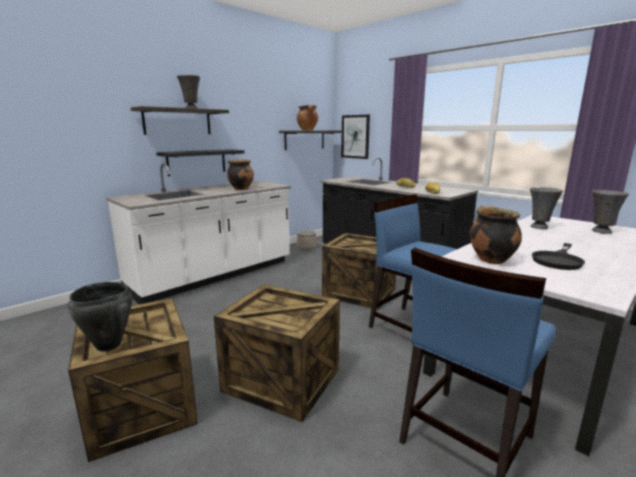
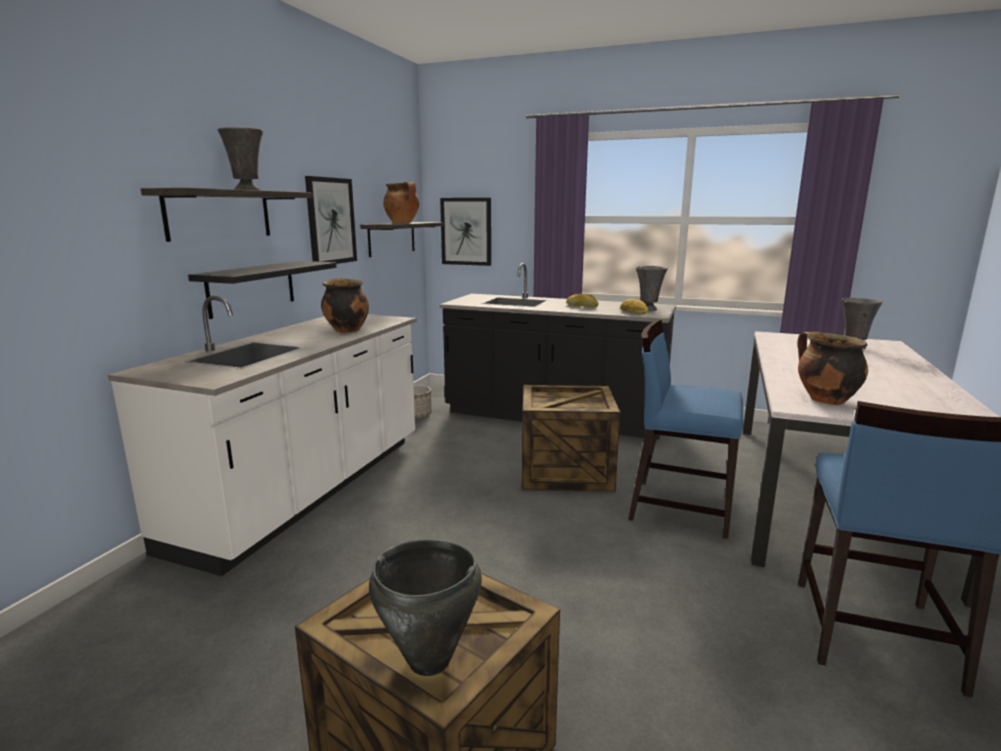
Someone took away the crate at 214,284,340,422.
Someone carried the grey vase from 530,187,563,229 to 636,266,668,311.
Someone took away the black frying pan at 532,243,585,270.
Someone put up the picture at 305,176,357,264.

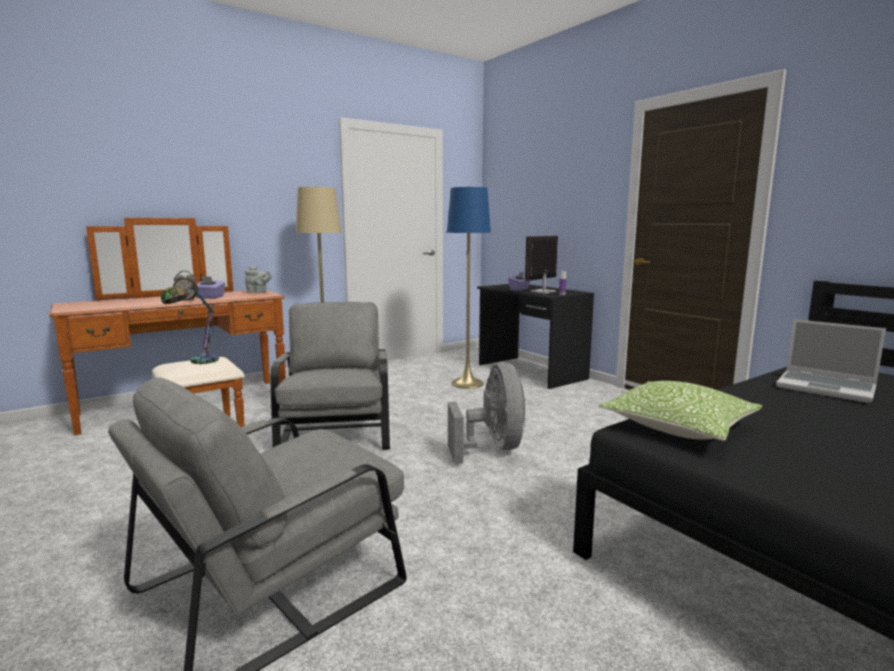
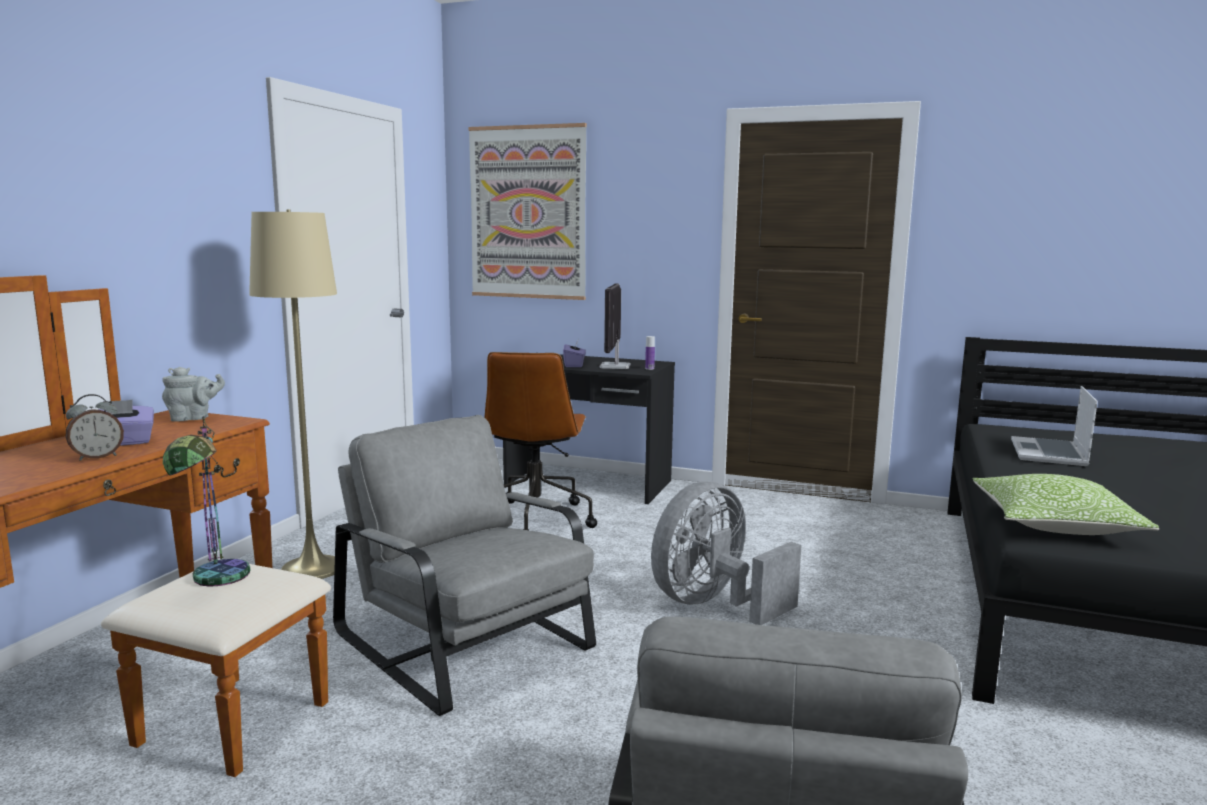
Someone swapped the blue floor lamp at 447,186,491,389 for the brown office chair at 484,352,597,530.
Someone rotated the grey fan at 448,362,526,464 by 90 degrees counterclockwise.
Someone rotated the laptop at 776,319,886,403 by 105 degrees clockwise.
Someone put up the picture at 468,123,587,300.

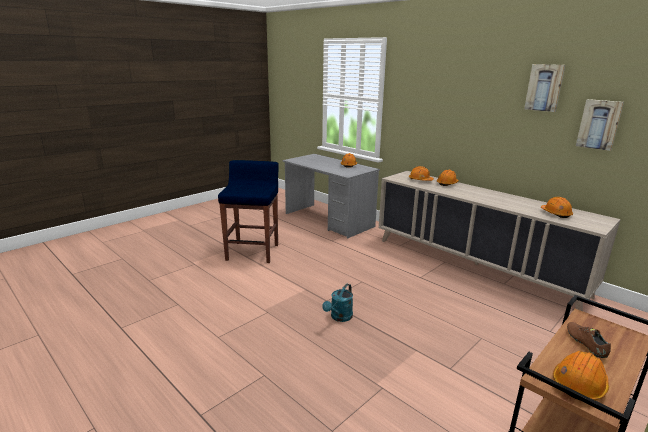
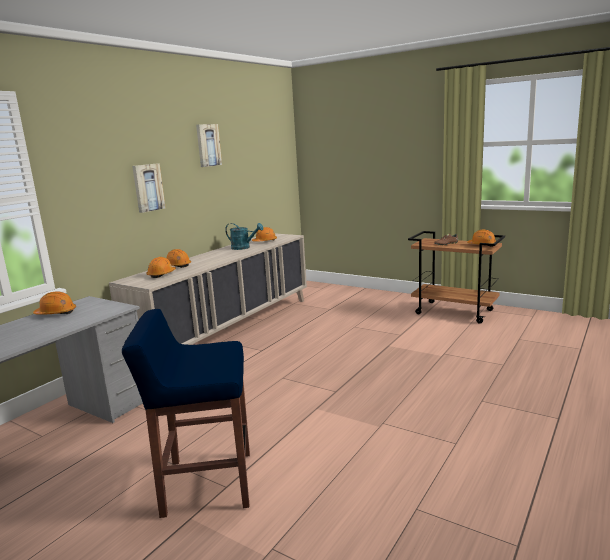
Someone carried the turquoise watering can from 322,284,353,322 to 225,223,263,250.
Someone carried the picture from 576,99,624,151 to 132,163,166,213.

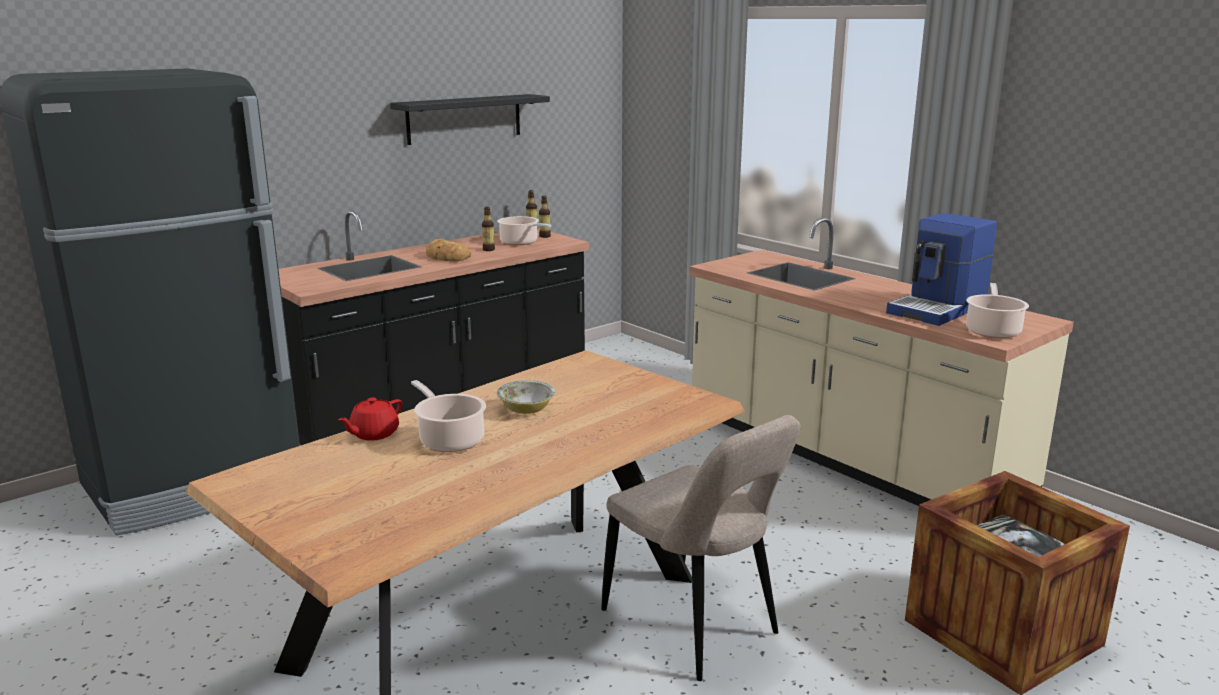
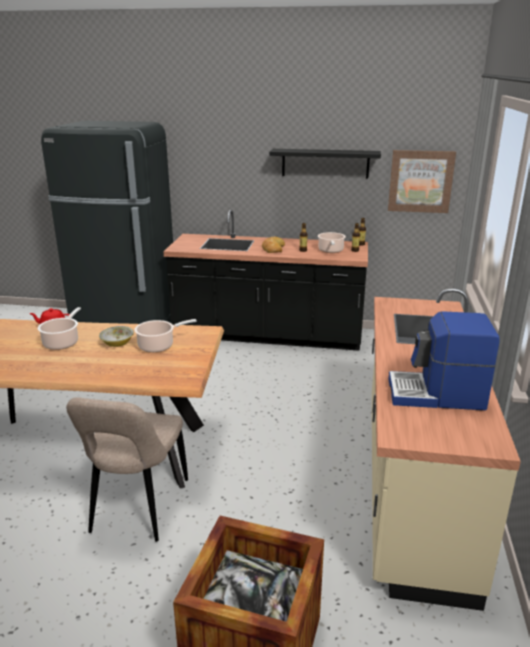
Someone carried the cooking pot from 966,283,1029,338 to 134,319,197,353.
Someone put up the picture at 388,150,456,213.

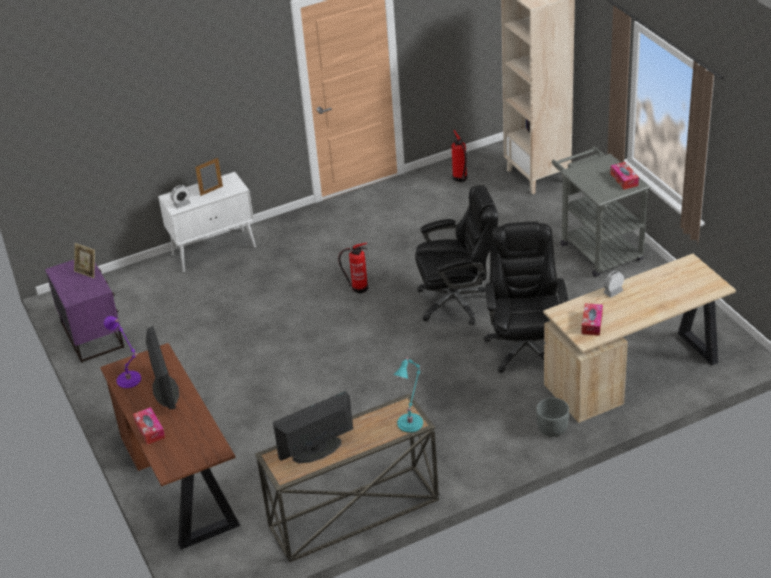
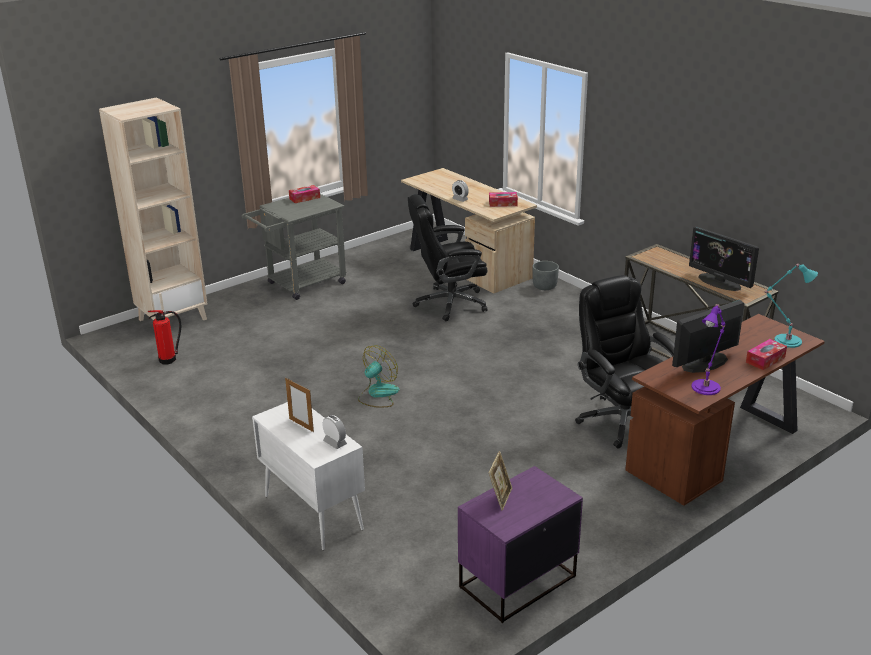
Someone swapped the fire extinguisher at 338,243,368,294 for the fan at 358,345,399,408.
Someone carried the turquoise table lamp from 394,356,423,433 to 764,264,818,348.
Someone carried the black office chair from 415,185,498,325 to 575,275,675,448.

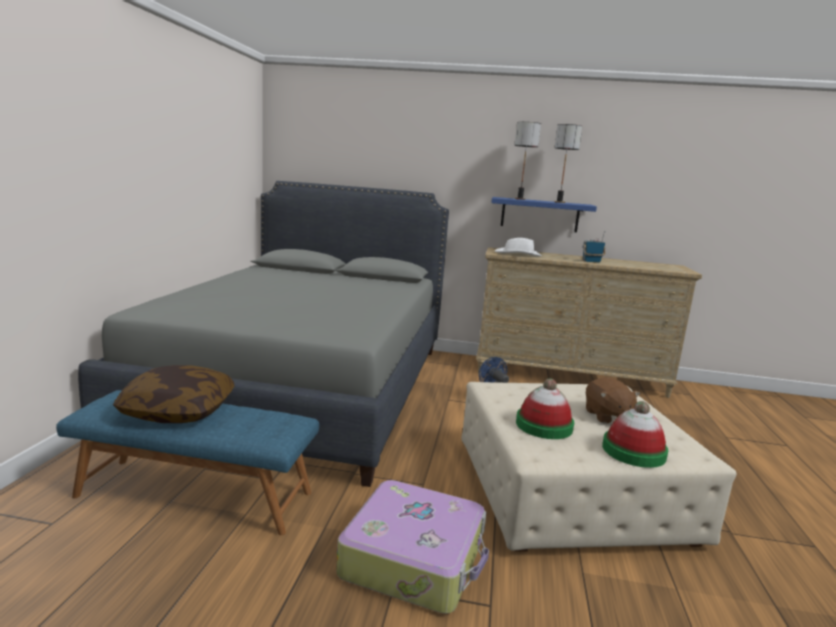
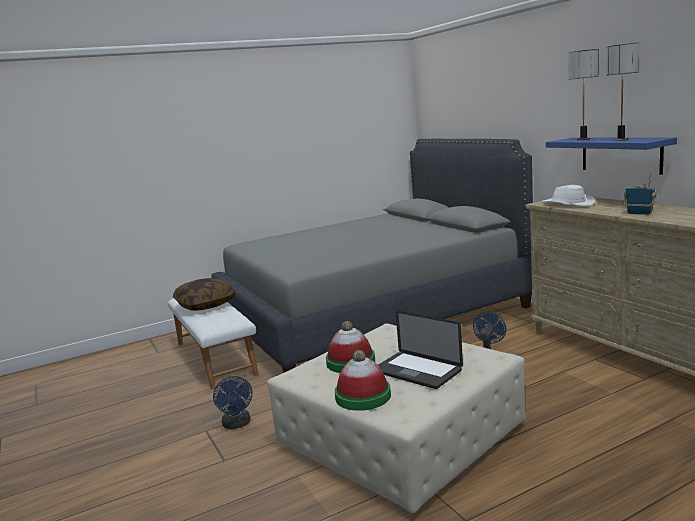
Someone repainted the blue bench at 56,390,319,535, which became the white bench at 168,299,259,389.
Someone swapped the suitcase at 337,480,489,614 for the blue fan at 213,376,253,429.
Someone swapped the brown plush toy at 586,377,641,424 for the laptop at 378,311,463,389.

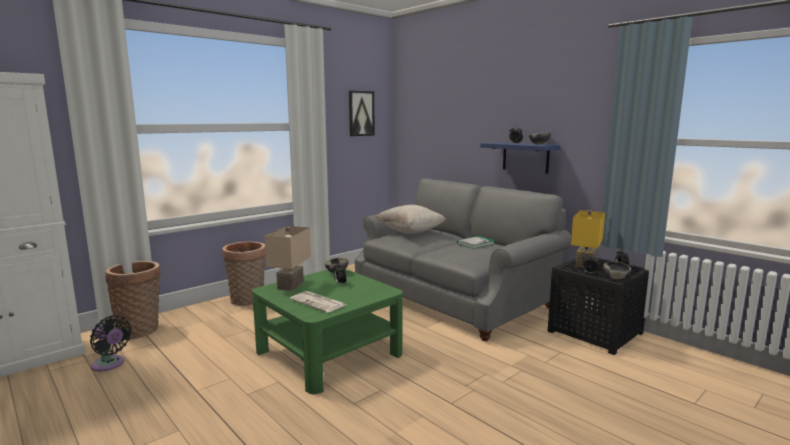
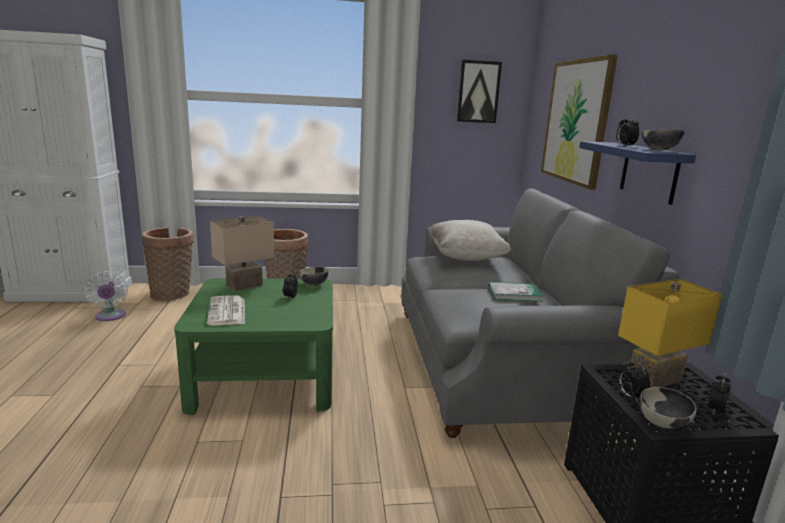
Someone repainted the black fan at 90,315,132,372, which became the white fan at 84,272,128,321.
Someone put up the picture at 541,54,618,190.

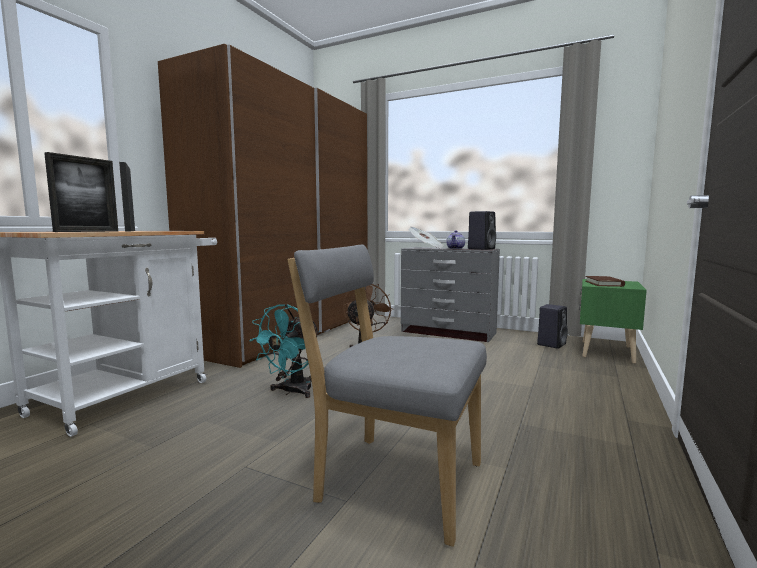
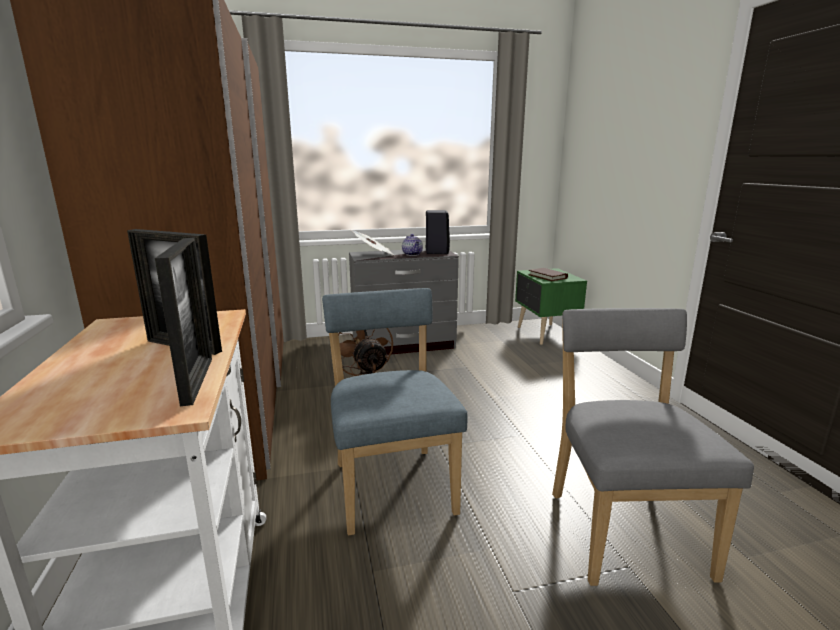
Someone swapped the turquoise fan at 249,304,320,398 for the blue chair at 322,288,467,536.
Someone rotated the grey chair at 288,245,487,547 by 105 degrees clockwise.
Someone took away the black speaker at 537,304,568,349.

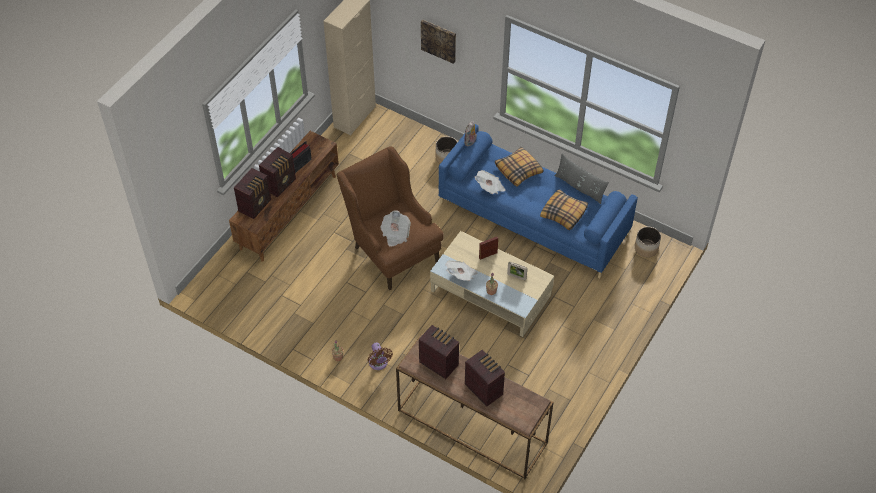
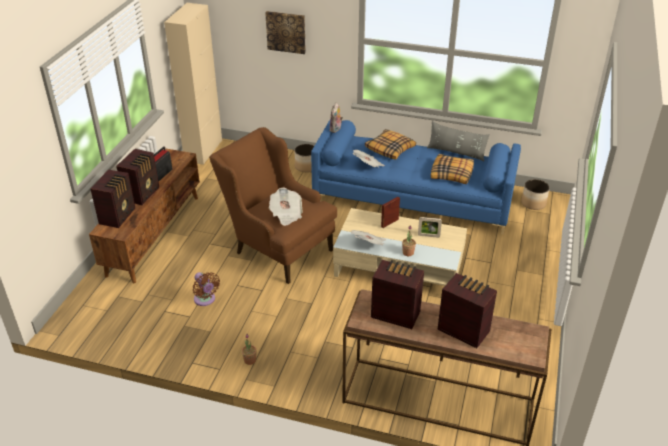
Someone carried the brown fan from 368,342,393,370 to 193,272,220,306.

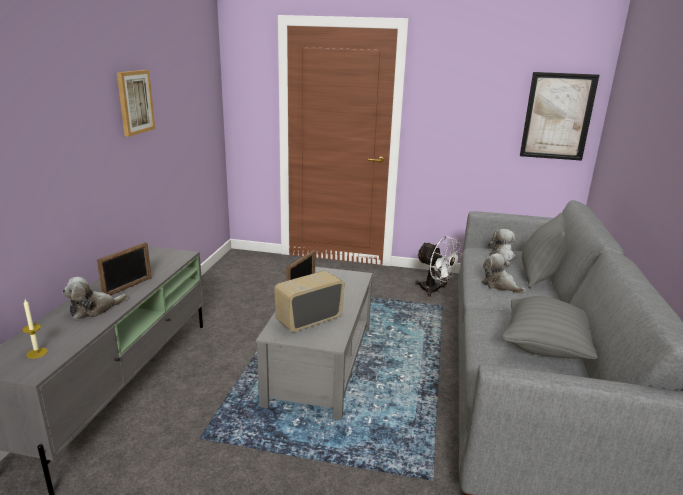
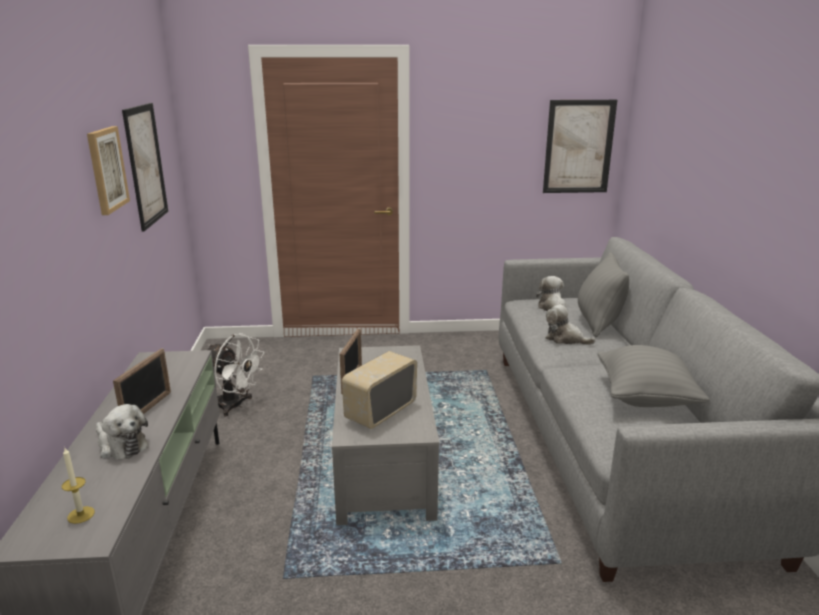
Someone rotated the plush toy at 62,277,128,320 by 90 degrees counterclockwise.
Someone carried the white fan from 415,237,462,297 to 207,333,265,417.
Someone put up the picture at 122,103,168,231.

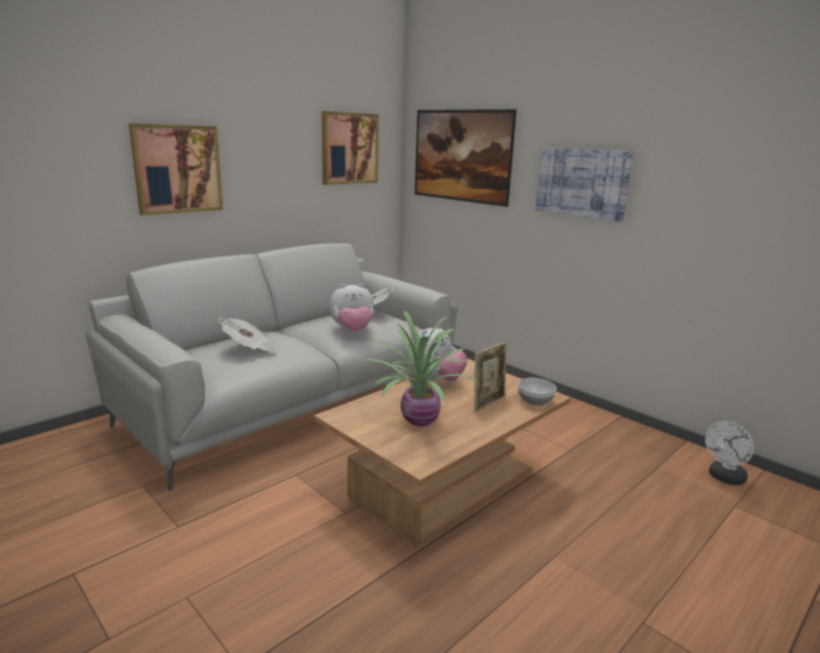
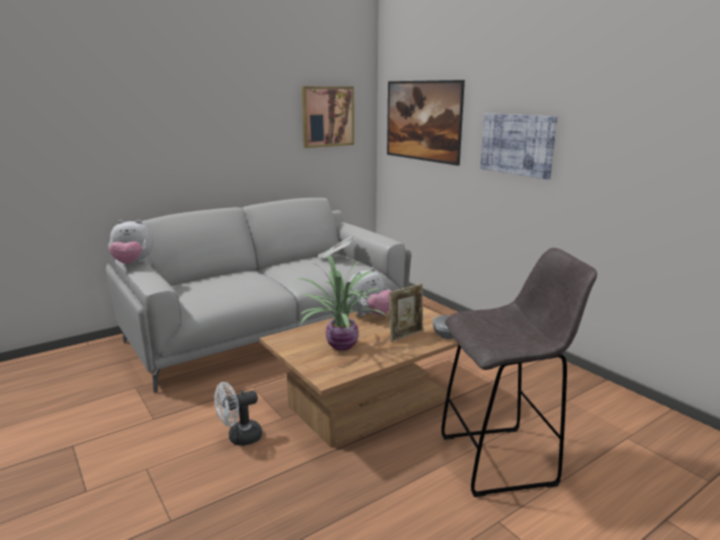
Someone took away the picture at 129,123,223,216.
Someone took away the newspaper at 218,318,276,353.
Someone carried the plush toy from 329,283,374,331 to 108,220,154,264.
Someone carried the white fan from 705,421,754,485 to 214,382,262,446.
Someone put down the grey stool at 441,248,597,497.

